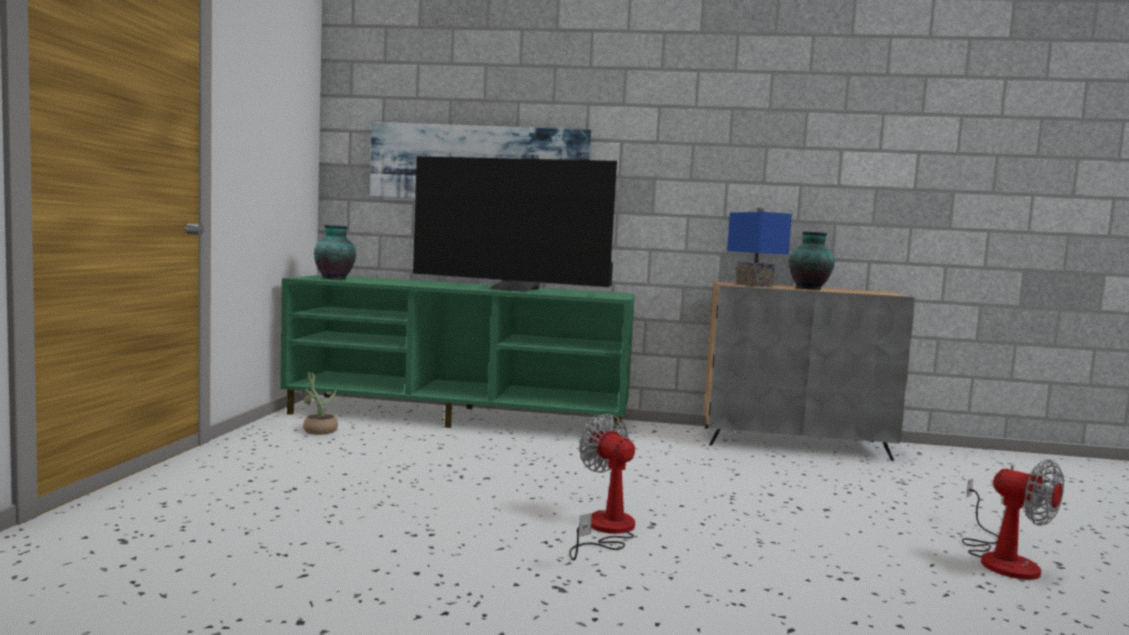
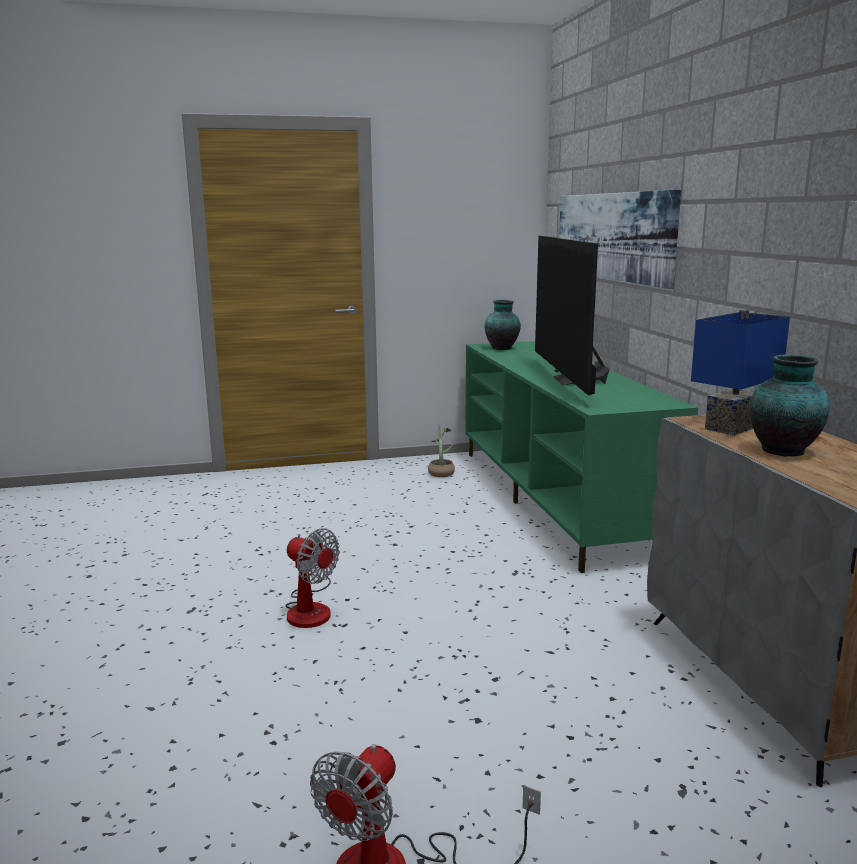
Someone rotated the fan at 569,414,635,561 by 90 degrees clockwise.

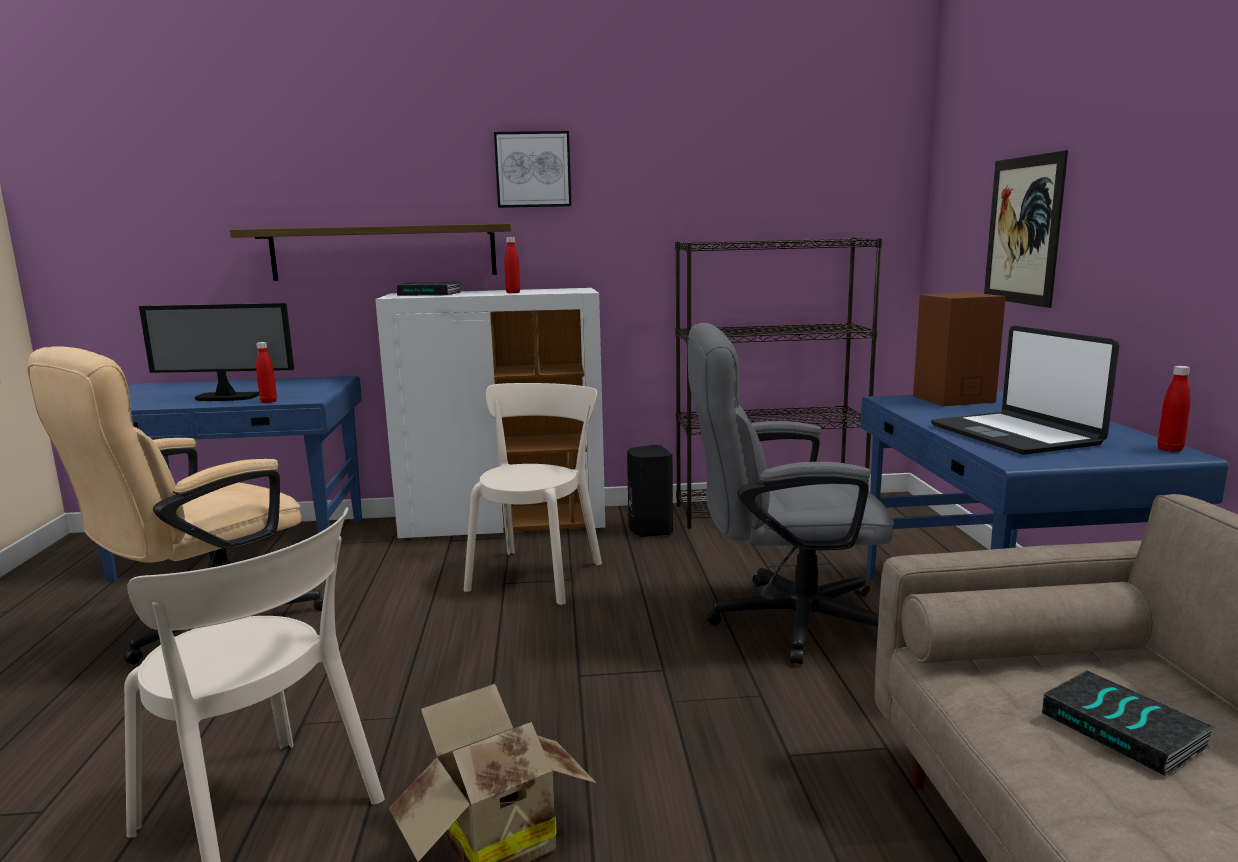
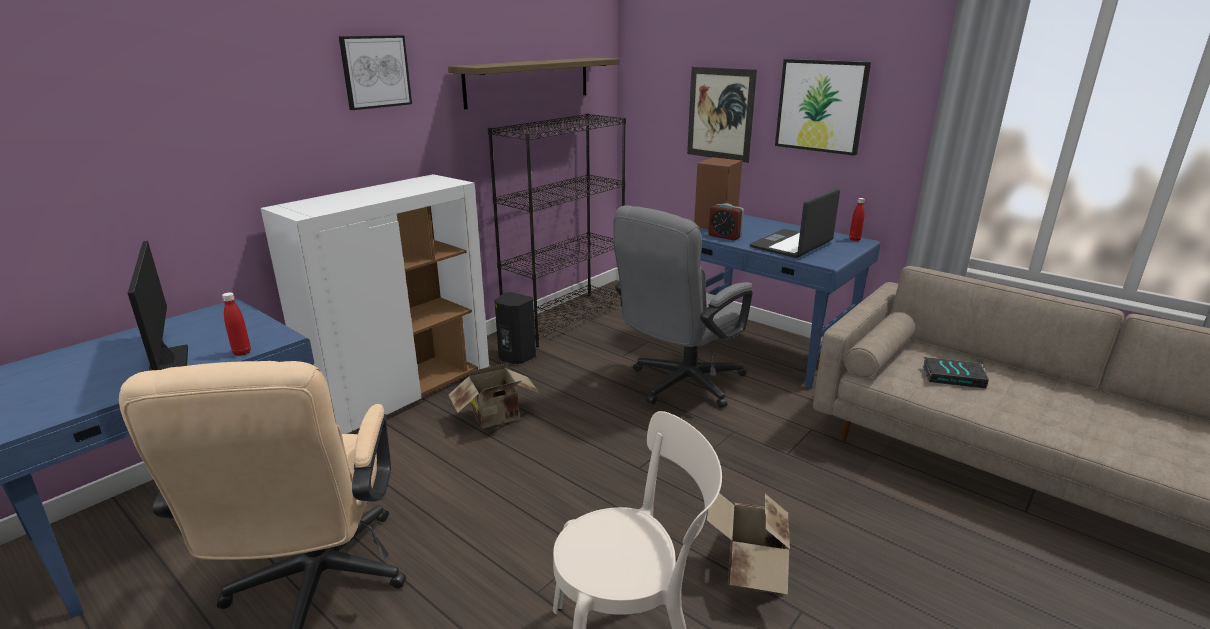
Someone rotated the monitor at 139,303,294,401 by 105 degrees clockwise.
Someone carried the shelf from 230,223,513,281 to 448,58,620,109.
Someone took away the book at 396,282,461,296.
Someone swapped the beige chair at 464,383,602,605 for the cardboard box at 449,363,540,429.
Someone took away the red bottle at 504,237,520,293.
Someone rotated the laptop at 931,326,1119,455 by 105 degrees clockwise.
Someone put down the alarm clock at 708,203,744,240.
Someone put up the picture at 775,59,871,156.

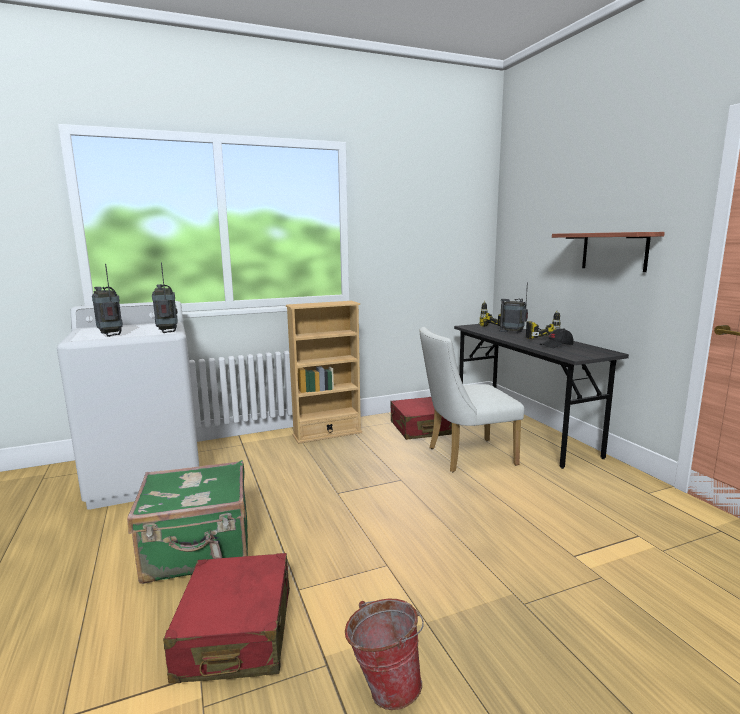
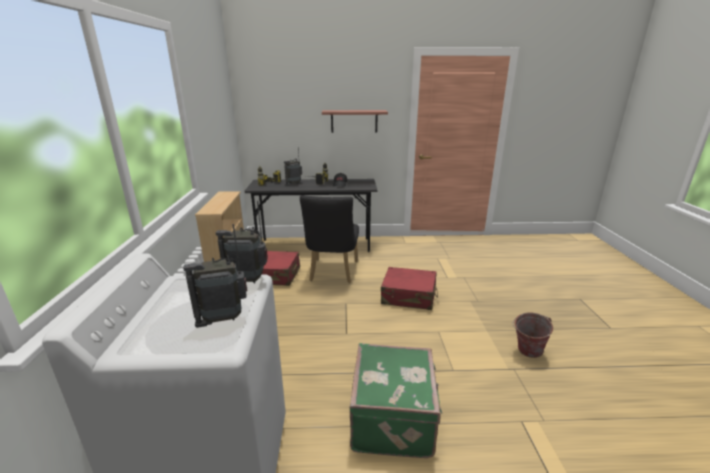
Someone carried the red suitcase from 163,553,290,683 to 381,267,438,310.
Someone repainted the white chair at 420,327,524,472, which became the black chair at 300,195,359,283.

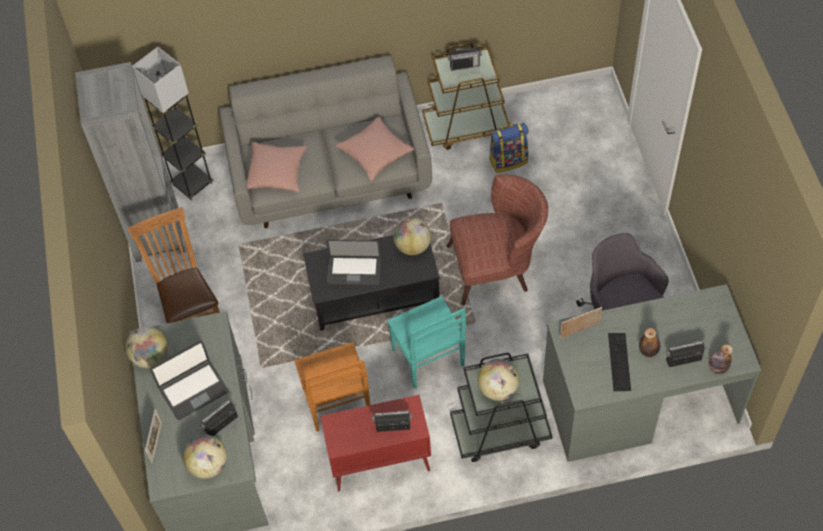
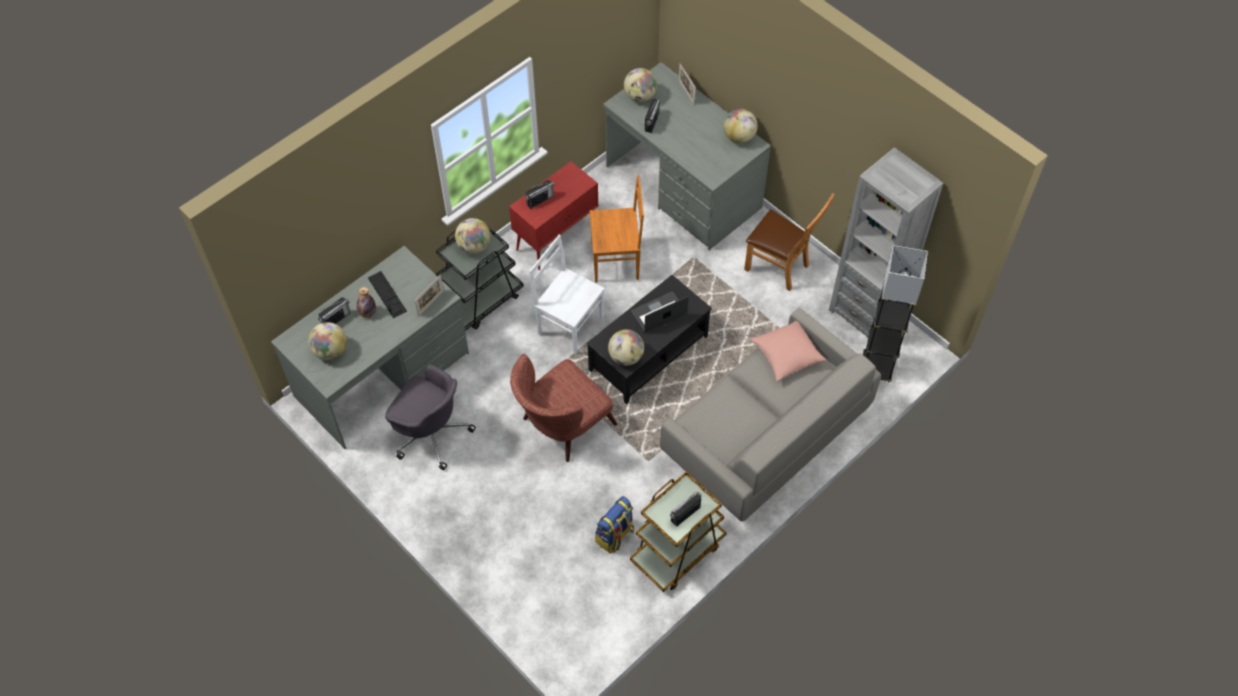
Someone took away the laptop at 150,340,228,420.
Someone rotated the brown chair at 294,342,370,431 by 135 degrees clockwise.
Someone took away the pink pillow at 336,117,414,181.
Someone repainted the turquoise chair at 387,296,466,389, which became the white chair at 529,235,605,354.
Someone took away the bottle at 709,345,733,374.
Someone put down the globe at 308,322,347,360.

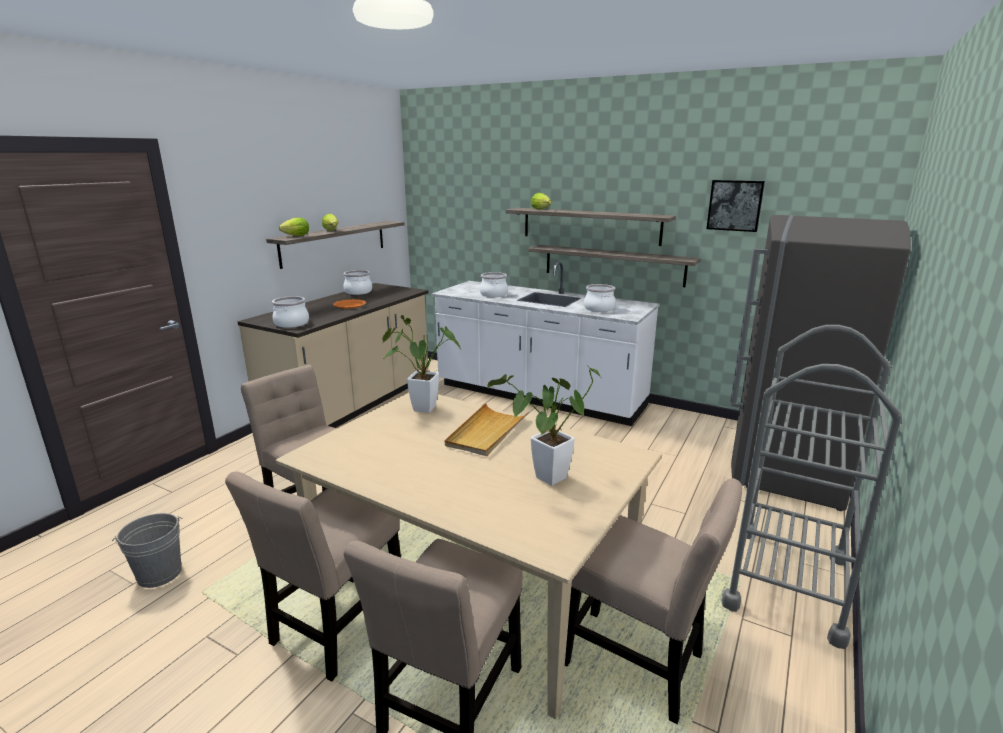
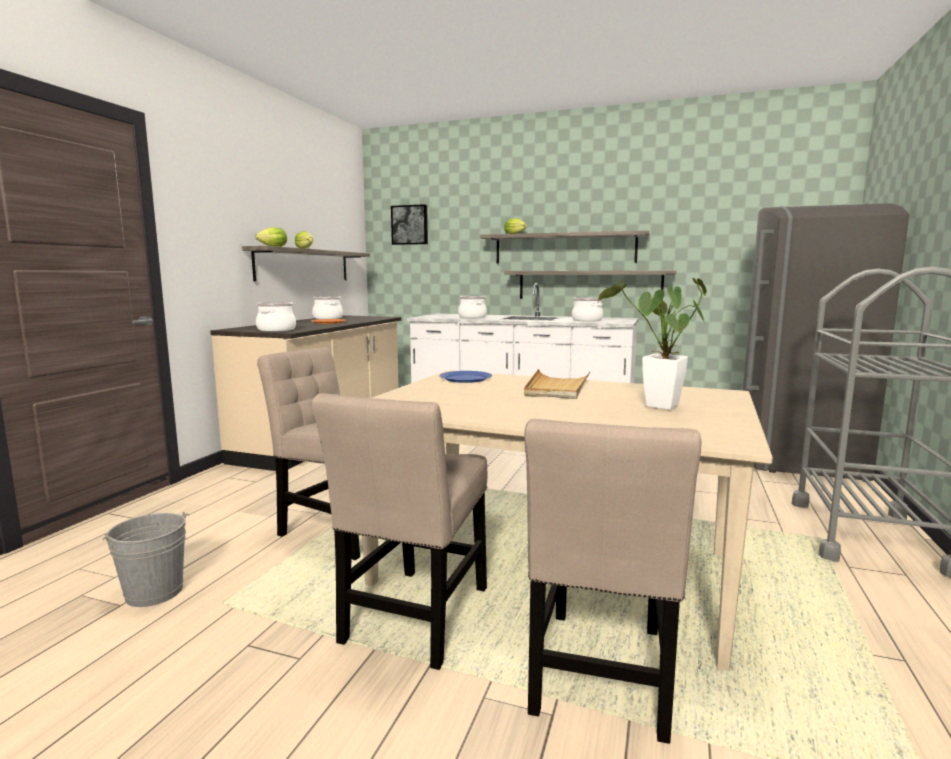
Someone swapped the potted plant at 382,315,461,413 for the blue plate at 440,371,492,383.
Someone took away the beige chair at 565,478,742,724.
Someone carried the picture from 707,180,765,232 to 391,204,428,245.

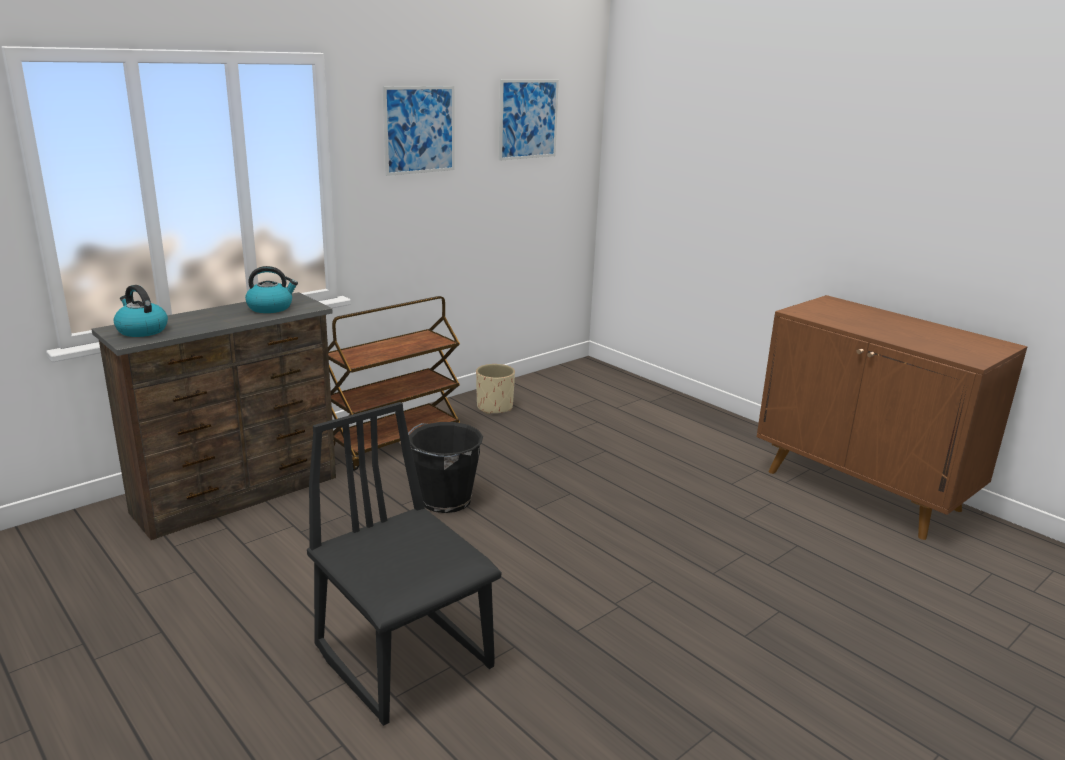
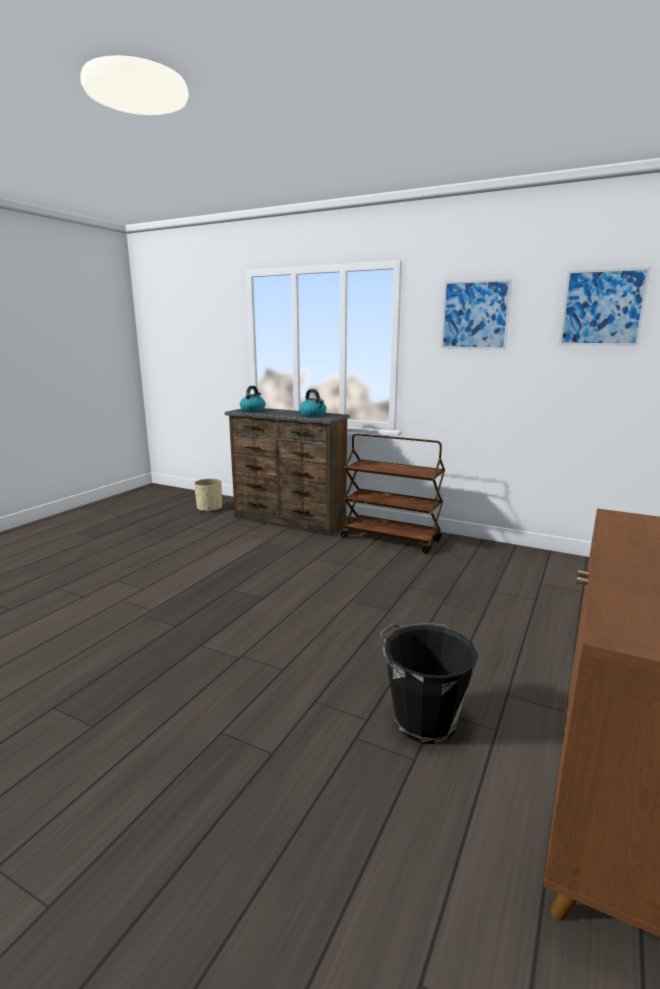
Someone took away the black chair at 307,402,502,726.
Someone carried the black bucket from 399,422,483,513 to 380,623,478,744.
Someone carried the beige planter from 476,364,515,414 to 194,479,222,512.

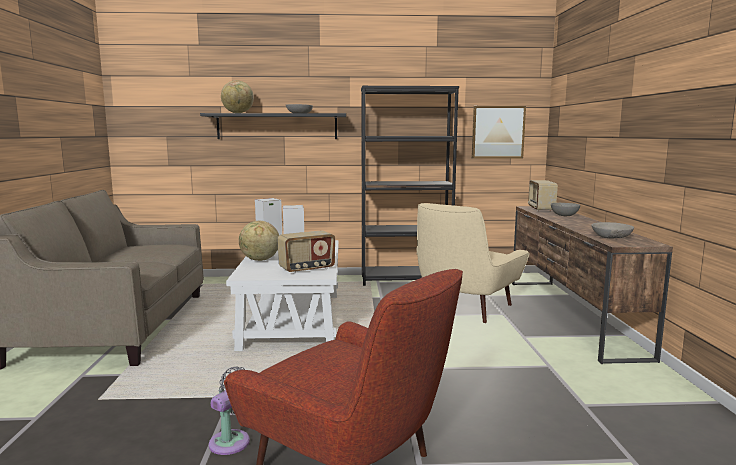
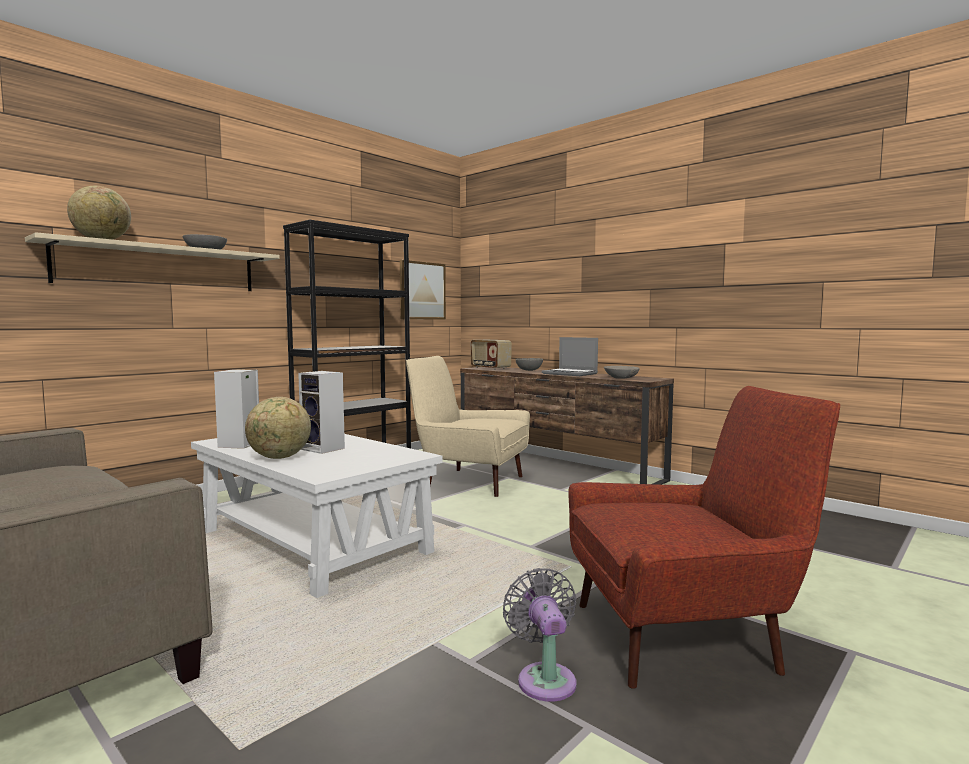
Someone repainted the black shelf at 200,113,346,139, which became the beige shelf at 25,232,280,291.
Someone took away the radio at 277,230,335,274.
Someone rotated the beige armchair at 417,203,530,323 by 120 degrees clockwise.
Someone put down the laptop at 542,337,598,376.

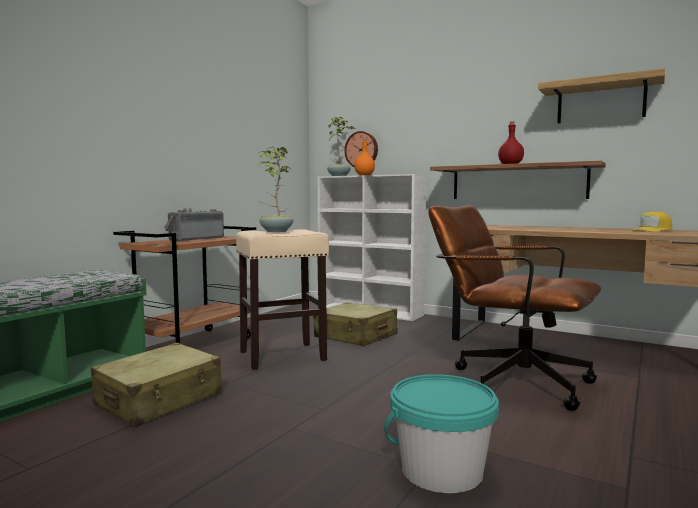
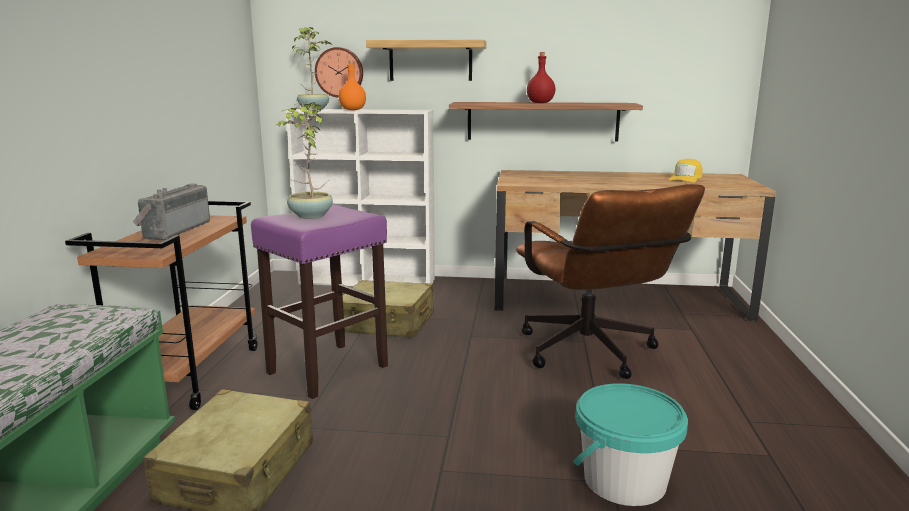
Someone repainted the beige stool at 236,229,329,370, which became the purple stool at 251,204,388,399.
Someone rotated the brown office chair at 428,205,601,411 by 120 degrees counterclockwise.
Someone carried the shelf from 538,68,665,123 to 366,40,487,81.

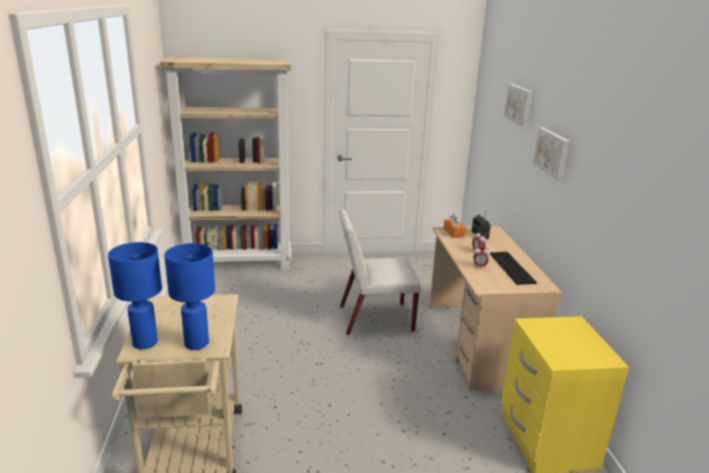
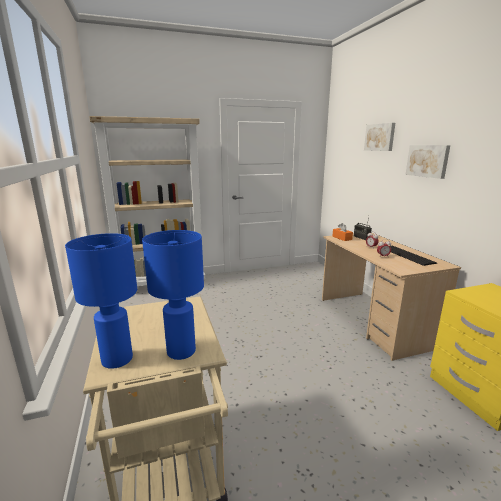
Someone took away the white chair at 339,208,421,335.

